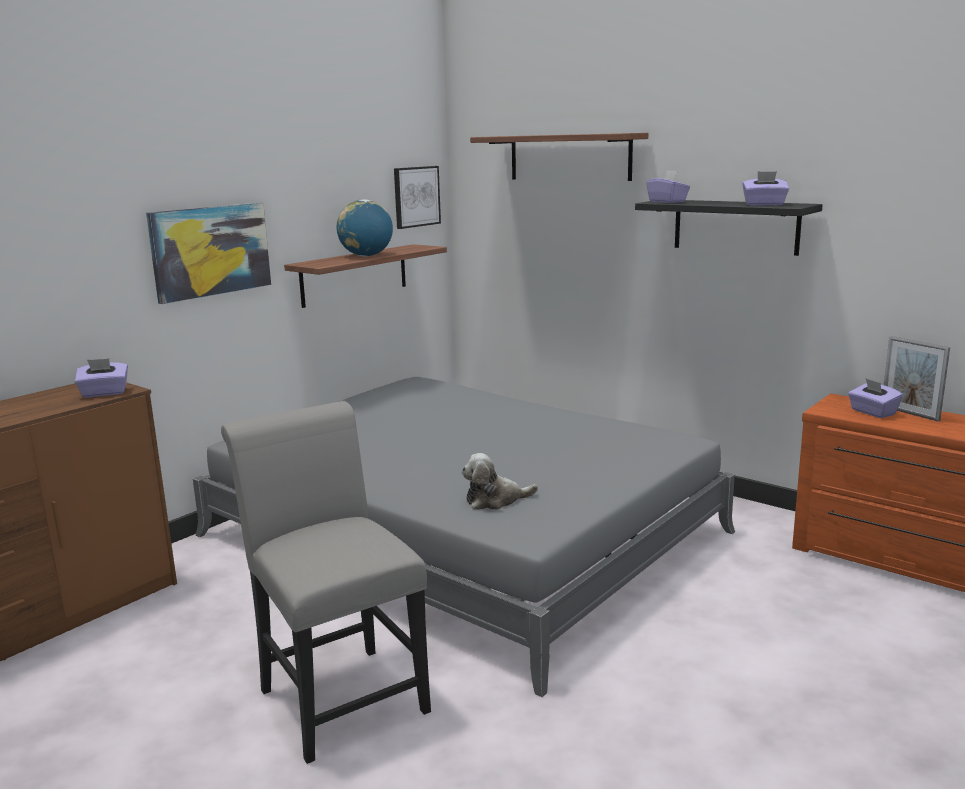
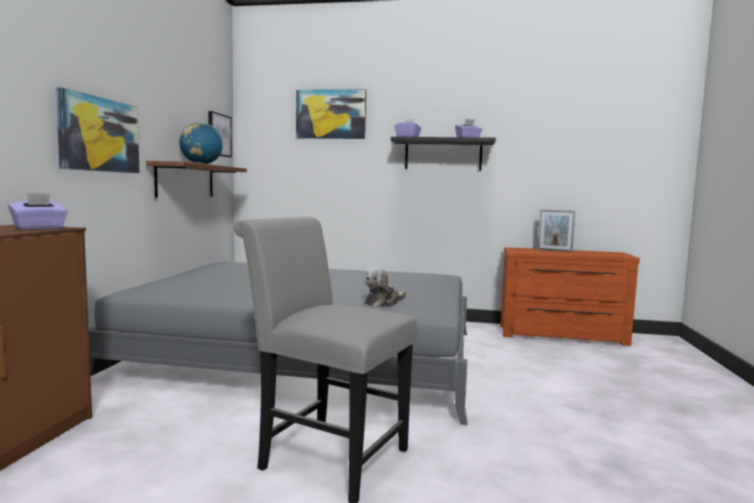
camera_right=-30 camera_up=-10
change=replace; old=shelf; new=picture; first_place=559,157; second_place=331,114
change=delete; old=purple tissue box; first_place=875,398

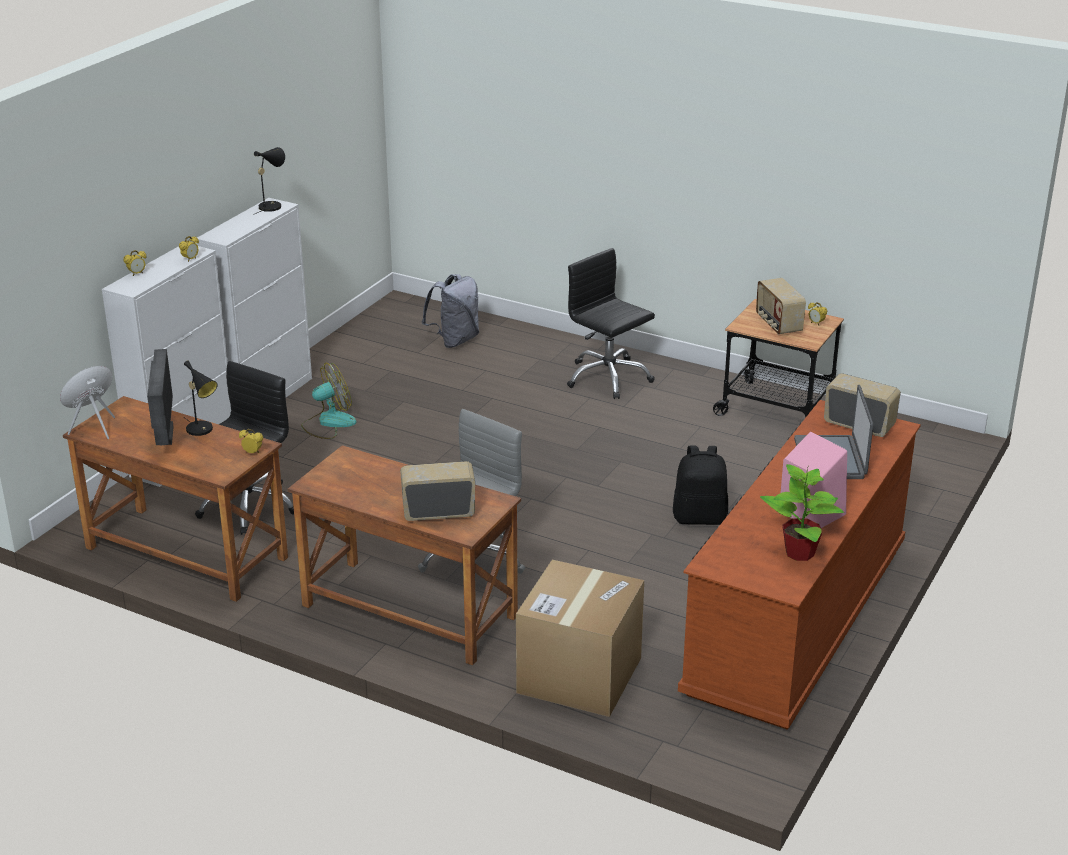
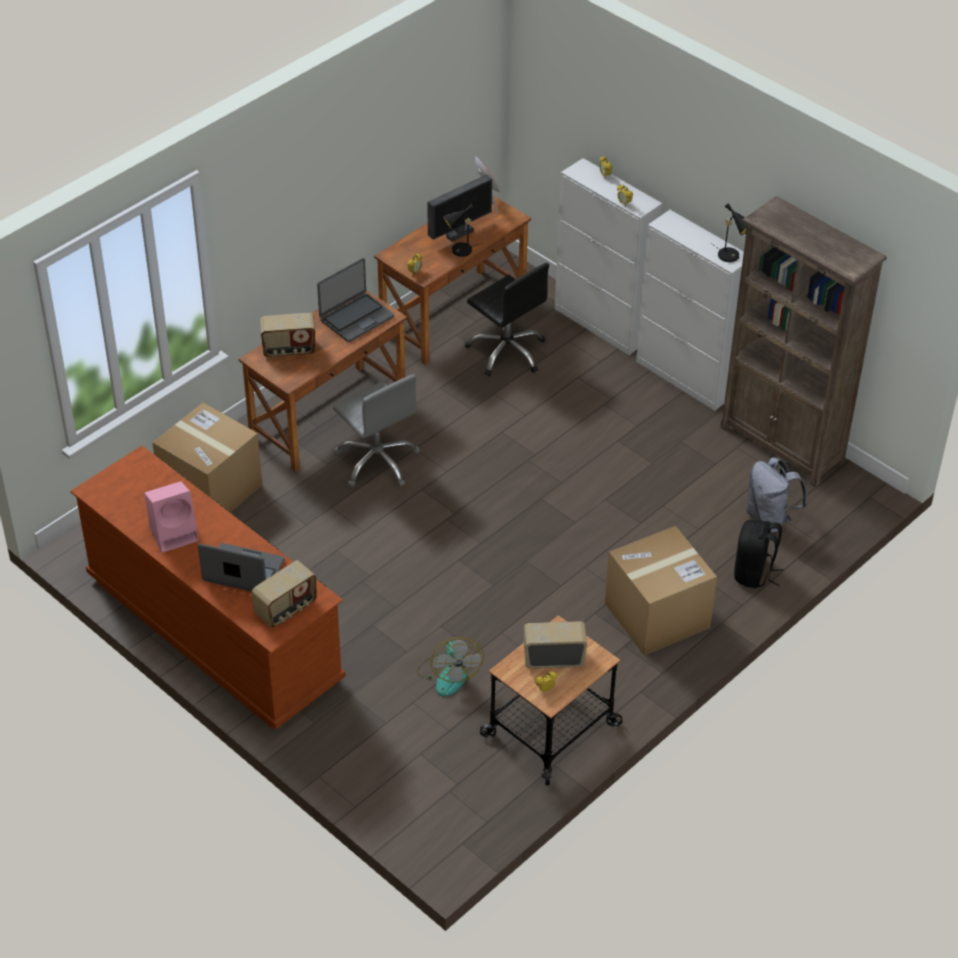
camera_right=105 camera_up=15
change=replace; old=black office chair; new=cardboard box; first_place=611,323; second_place=661,590
change=rotate; old=monitor; first_place=160,397; second_place=459,208; degrees=-45
change=move; old=fan; first_place=329,401; second_place=450,666
change=move; old=black backpack; first_place=700,485; second_place=759,554
change=rotate; old=radio; first_place=437,491; second_place=288,335; degrees=75
change=delete; old=potted plant; first_place=802,512
change=insert; new=brown bookcase; second_place=803,341
change=insert; new=laptop; second_place=355,300

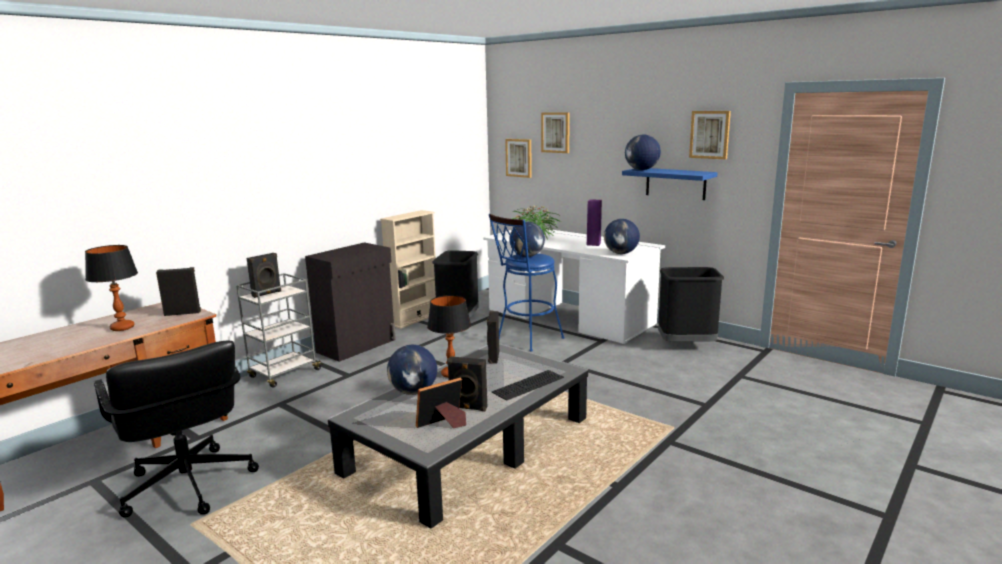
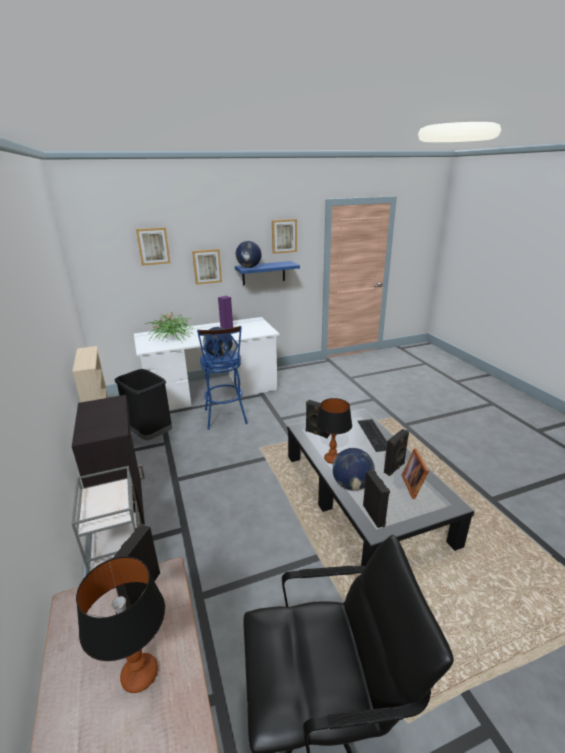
camera_right=-60 camera_up=10
change=move; old=picture; first_place=518,158; second_place=207,267
change=delete; old=globe; first_place=622,236
change=move; old=black speaker; first_place=264,275; second_place=376,498
change=delete; old=black trash can; first_place=691,304

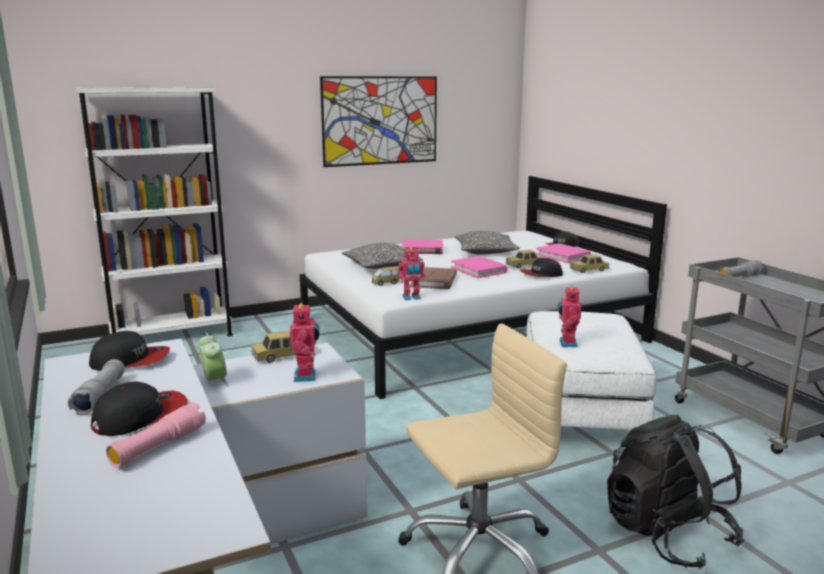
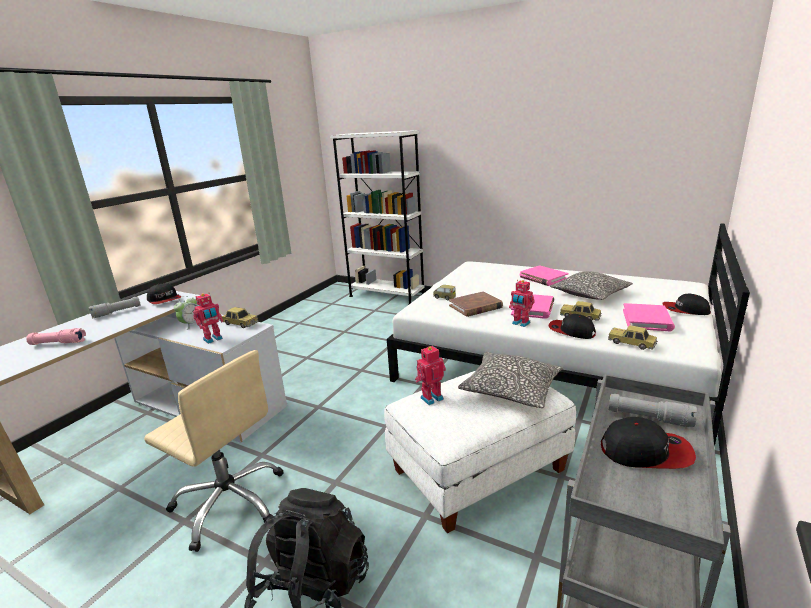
camera_right=55 camera_up=5
change=delete; old=picture; first_place=378,121
change=move; old=pillow; first_place=382,256; second_place=510,380
change=move; old=toy robot; first_place=411,274; second_place=522,303
change=move; old=cap; first_place=139,408; second_place=648,443

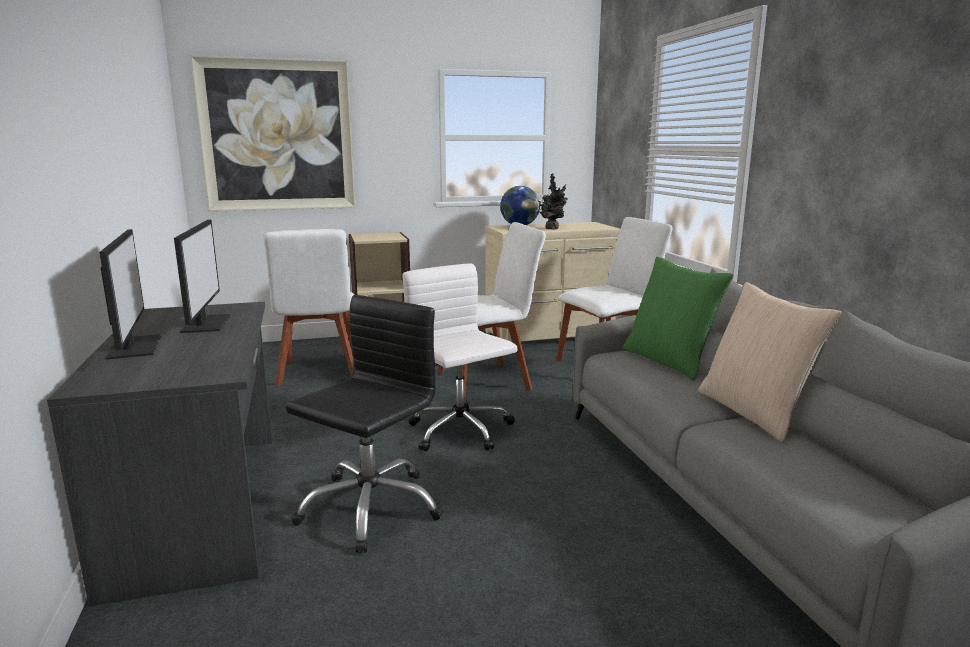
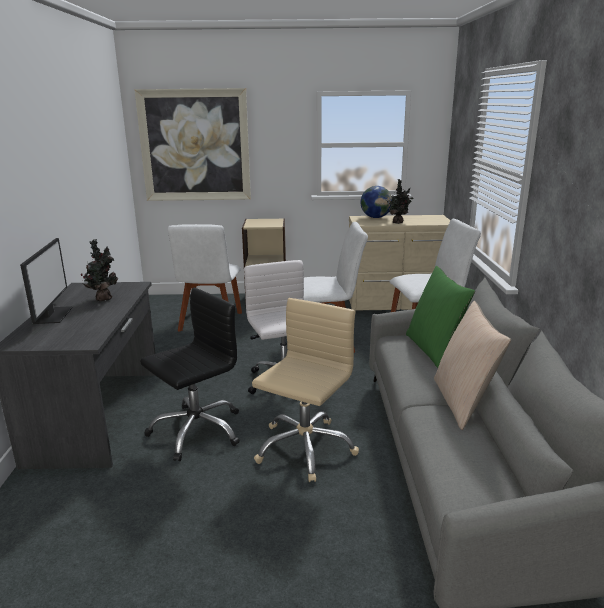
camera_right=15 camera_up=5
change=replace; old=monitor; new=potted plant; first_place=202,276; second_place=99,270
change=insert; new=beige office chair; second_place=305,390

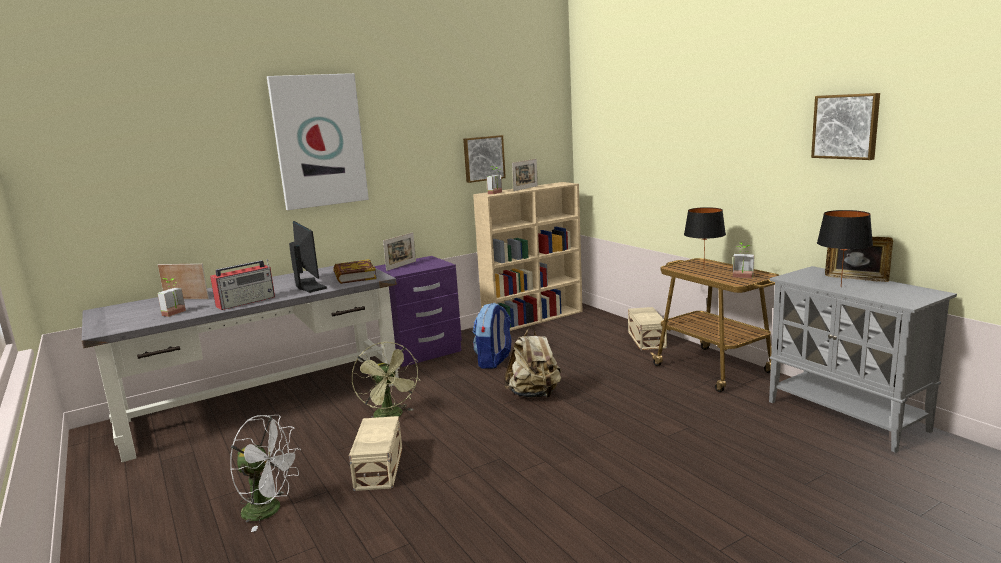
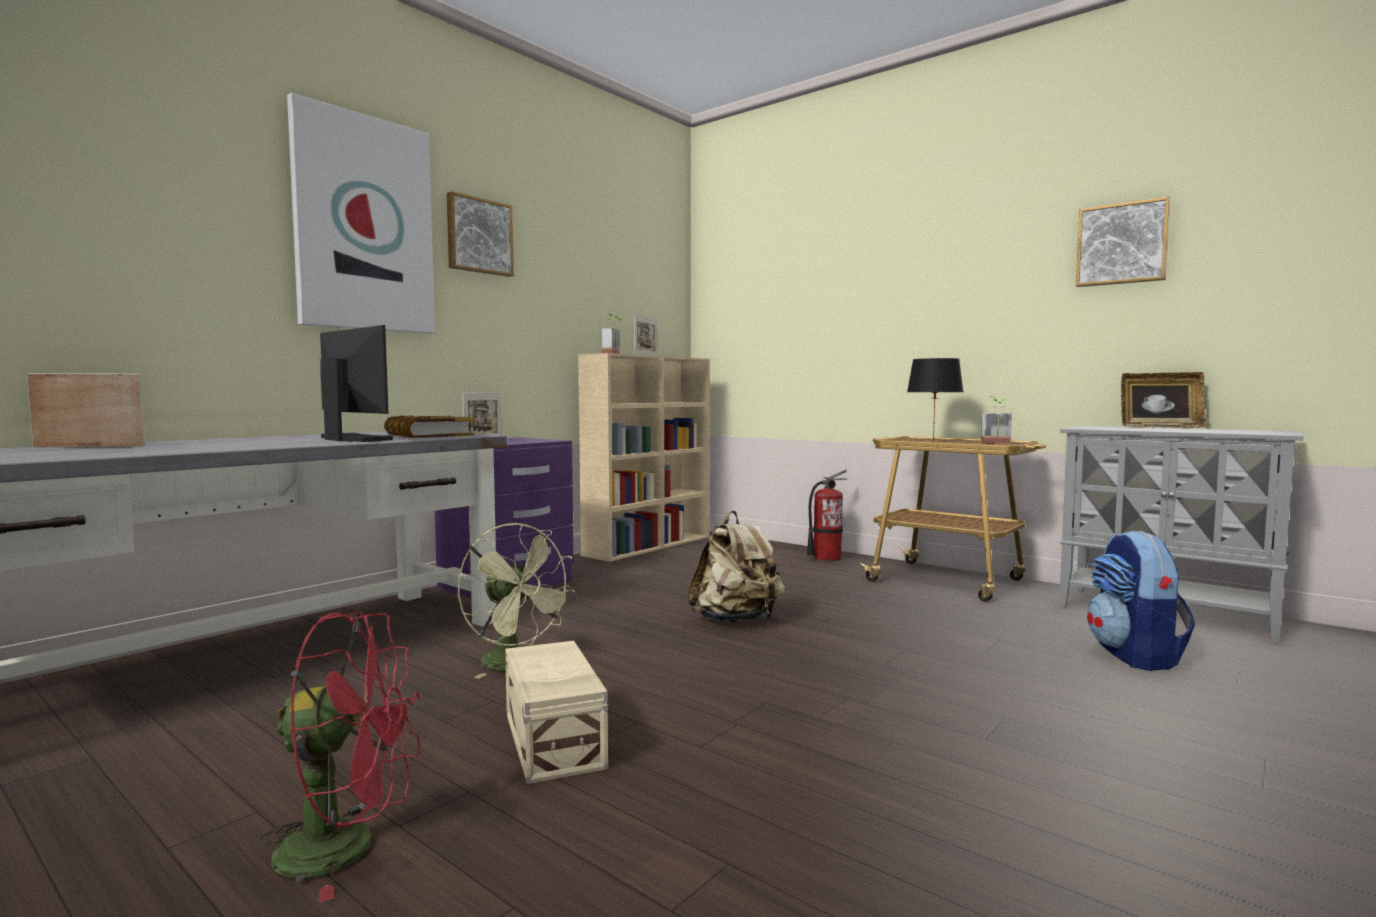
camera_right=-20 camera_up=-10
change=move; old=picture; first_place=484,159; second_place=480,234
change=delete; old=black table lamp; first_place=845,248
change=delete; old=radio; first_place=242,284
change=delete; old=potted plant; first_place=171,297
change=move; old=backpack; first_place=492,336; second_place=1141,601
change=replace; old=beige storage box; new=fire extinguisher; first_place=647,328; second_place=827,515
change=recolor; old=white fan; new=red fan; first_place=265,473; second_place=339,757

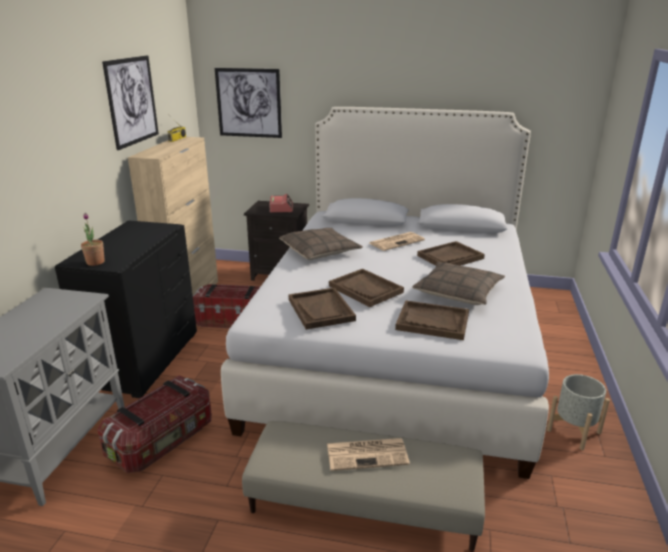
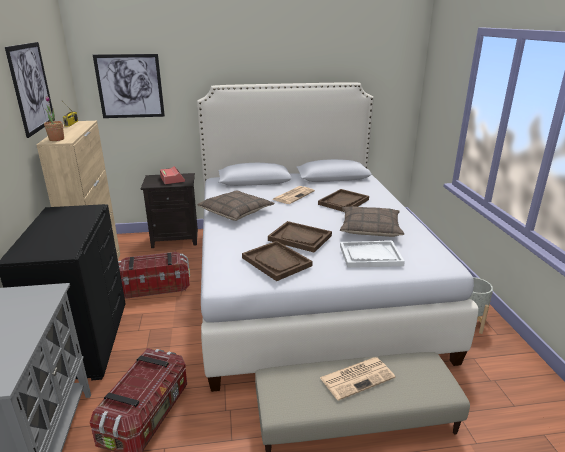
camera_right=-20 camera_up=0
change=move; old=potted plant; first_place=93,239; second_place=54,118
change=recolor; old=brown tray; new=white tray; first_place=432,320; second_place=372,254

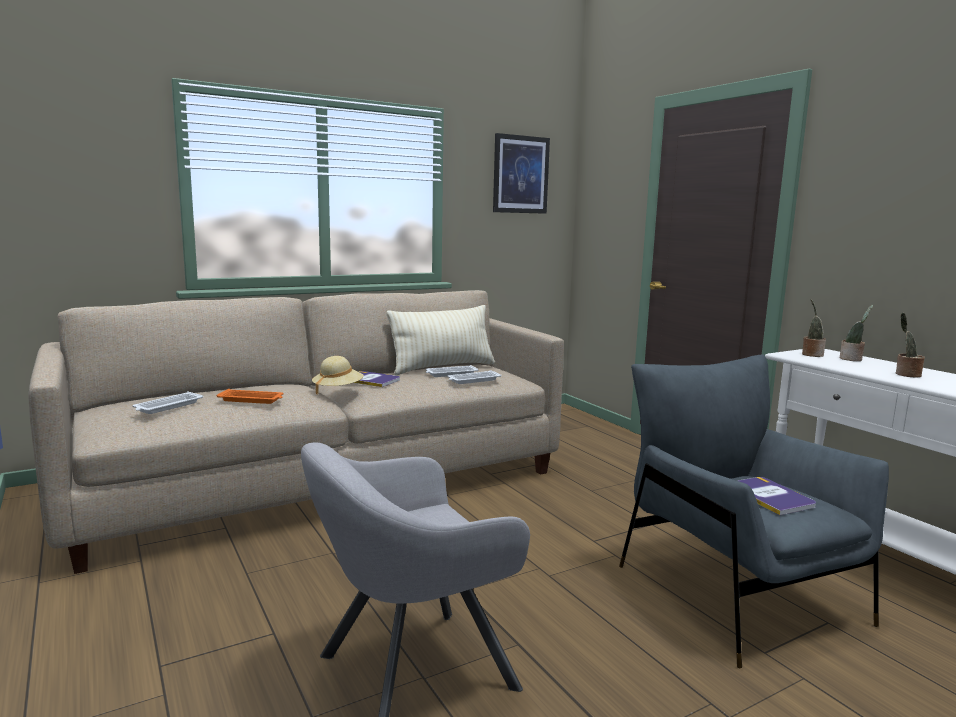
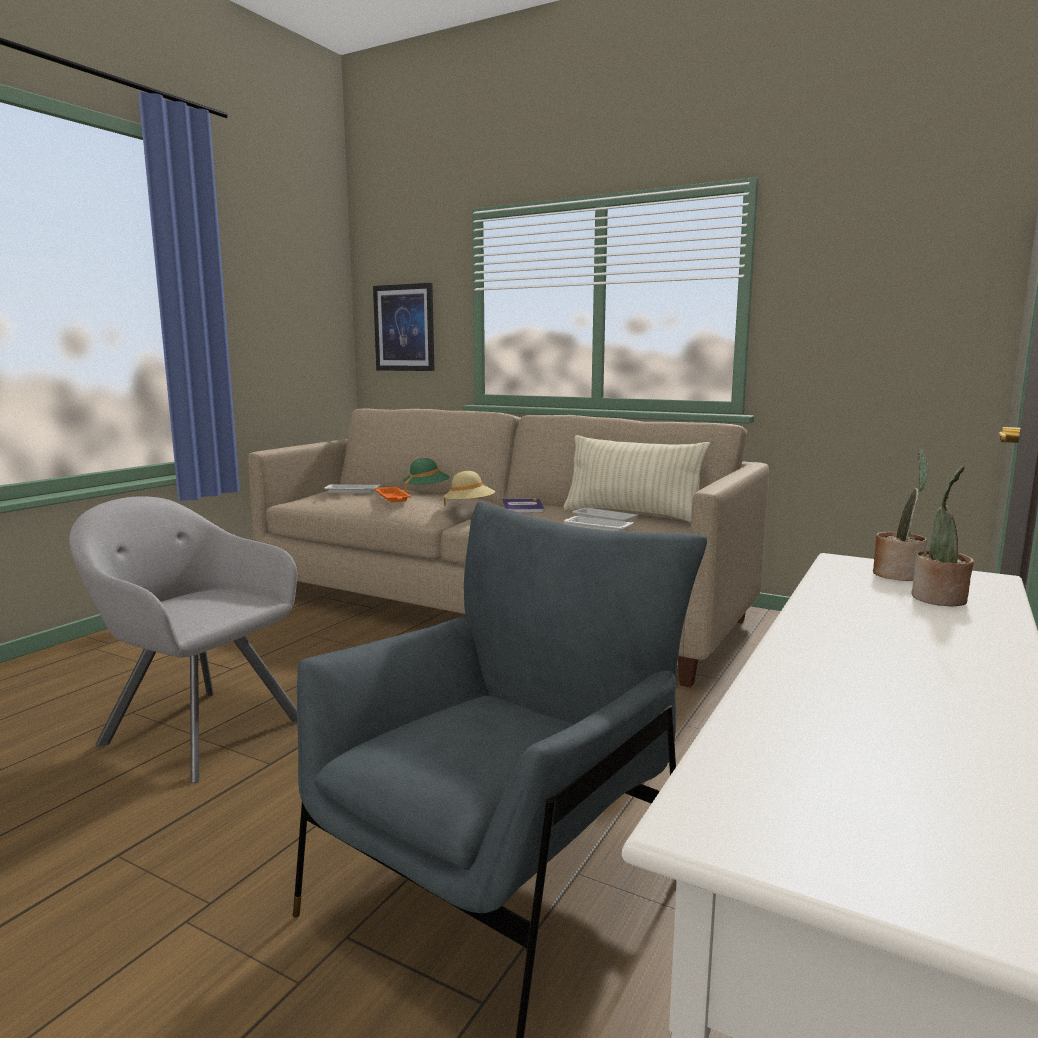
camera_right=60 camera_up=0
change=move; old=picture; first_place=521,173; second_place=403,327
change=delete; old=potted plant; first_place=910,345
change=delete; old=book; first_place=777,496
change=insert; new=green hat; second_place=426,475

